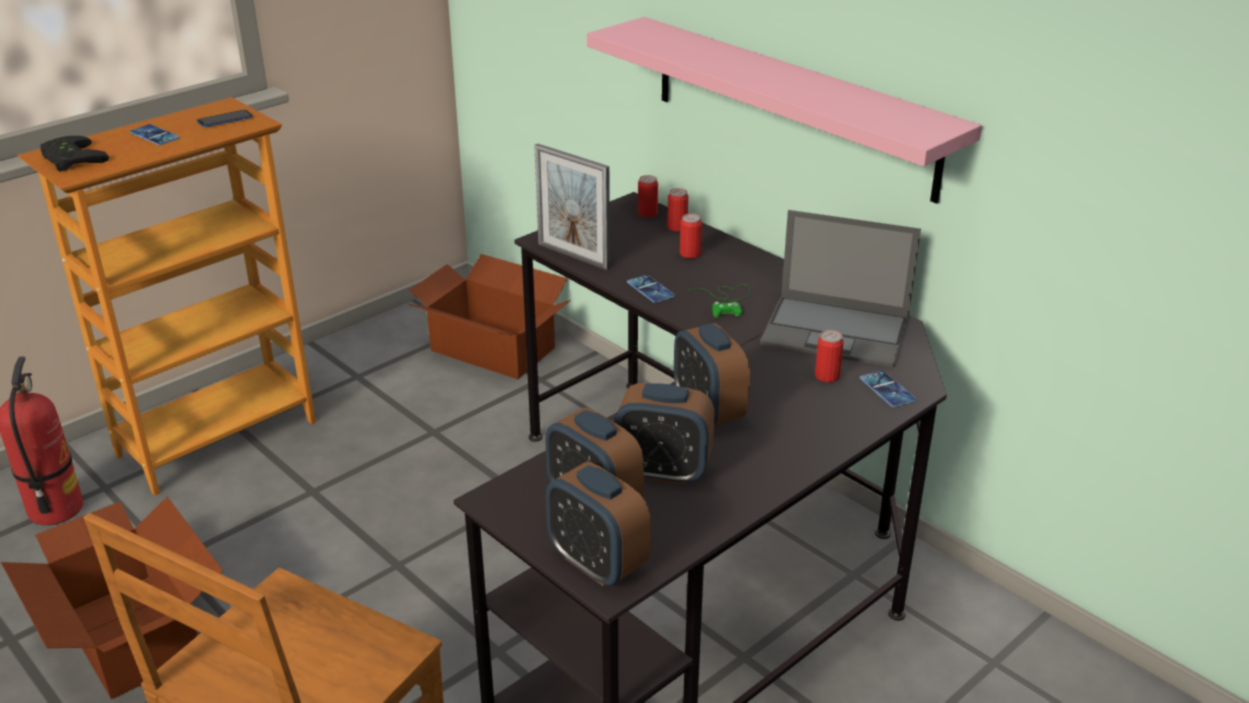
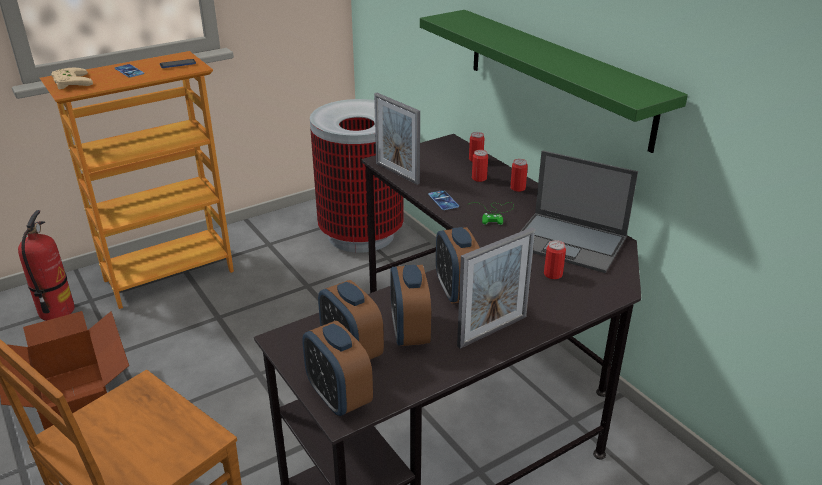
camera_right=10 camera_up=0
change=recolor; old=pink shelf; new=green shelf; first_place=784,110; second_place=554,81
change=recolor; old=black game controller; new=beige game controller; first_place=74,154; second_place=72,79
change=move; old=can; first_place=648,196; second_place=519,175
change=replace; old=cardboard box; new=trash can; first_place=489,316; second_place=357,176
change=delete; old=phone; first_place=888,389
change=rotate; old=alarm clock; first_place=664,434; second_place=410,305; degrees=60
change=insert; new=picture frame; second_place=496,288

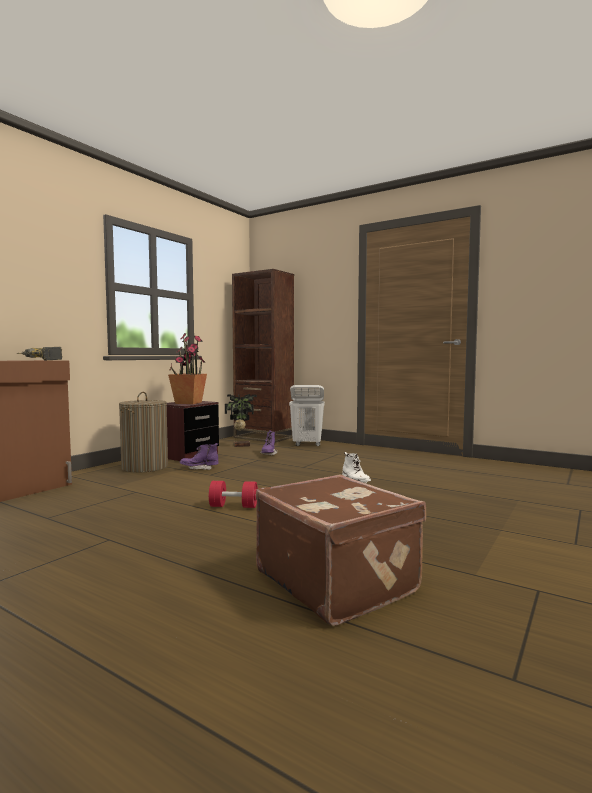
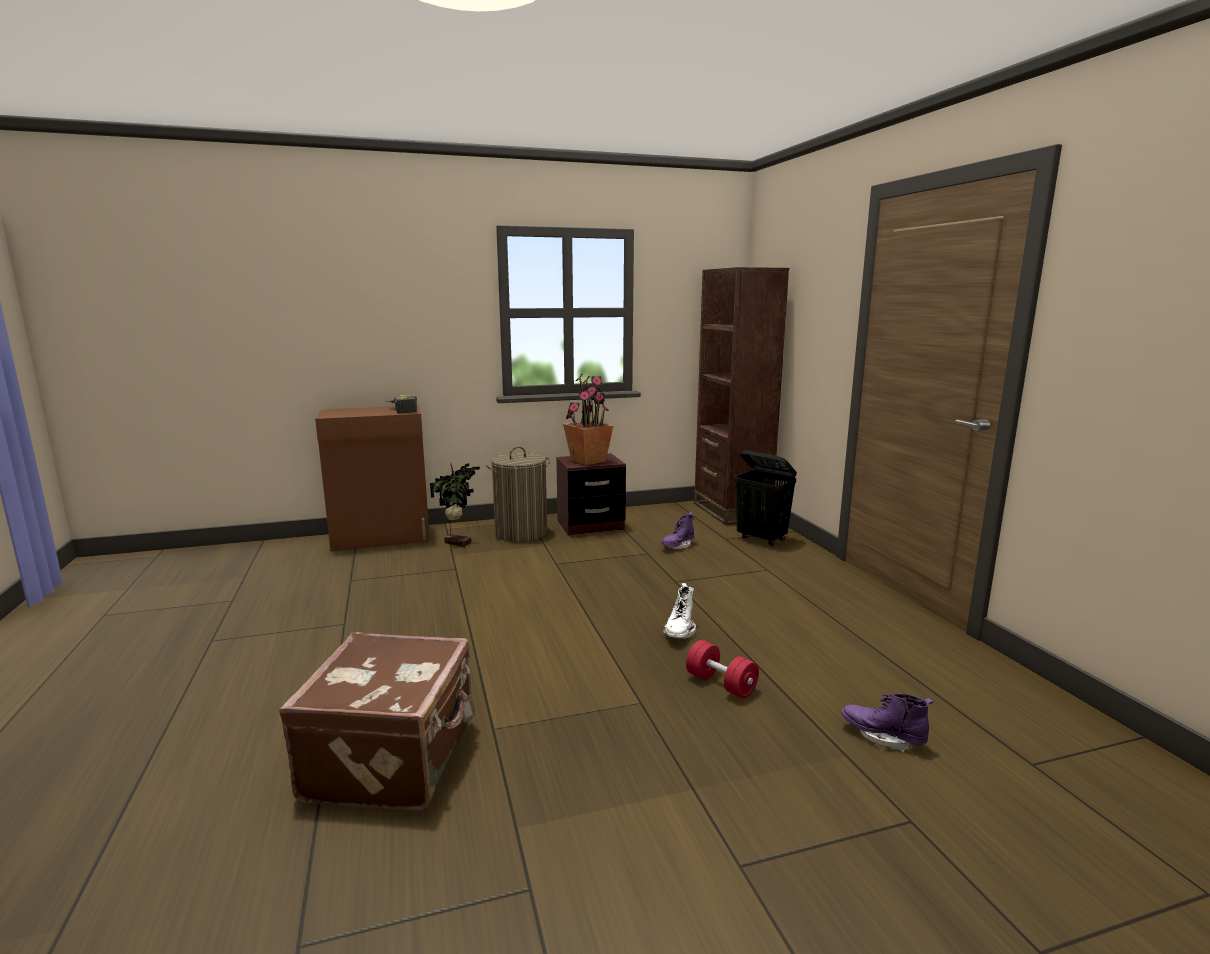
camera_right=40 camera_up=10
change=recolor; old=white laundry basket; new=black laundry basket; first_place=306,415; second_place=765,498
change=move; old=potted plant; first_place=241,420; second_place=455,505
change=move; old=purple boot; first_place=199,456; second_place=887,722
change=move; old=red dumbbell; first_place=233,494; second_place=722,669

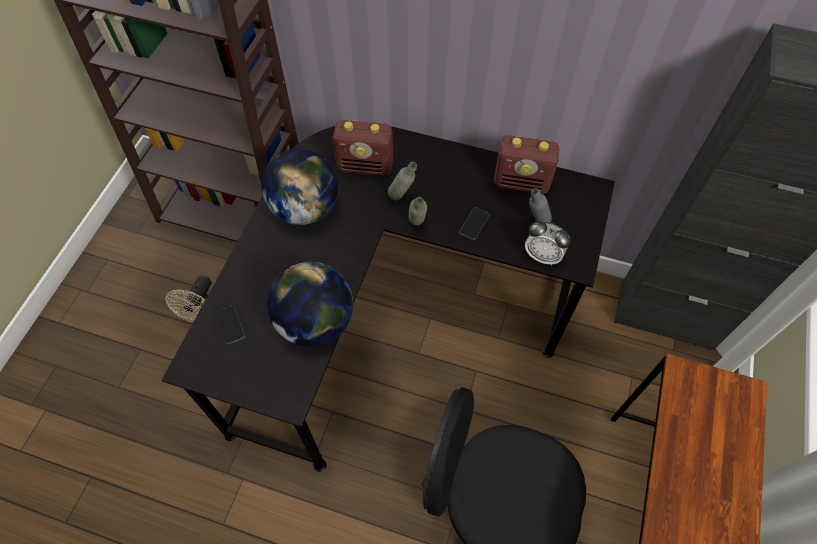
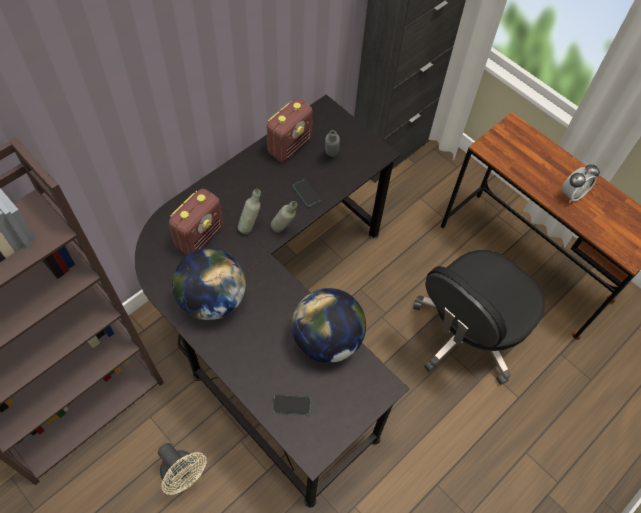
camera_right=-65 camera_up=0
change=move; old=alarm clock; first_place=548,243; second_place=580,183

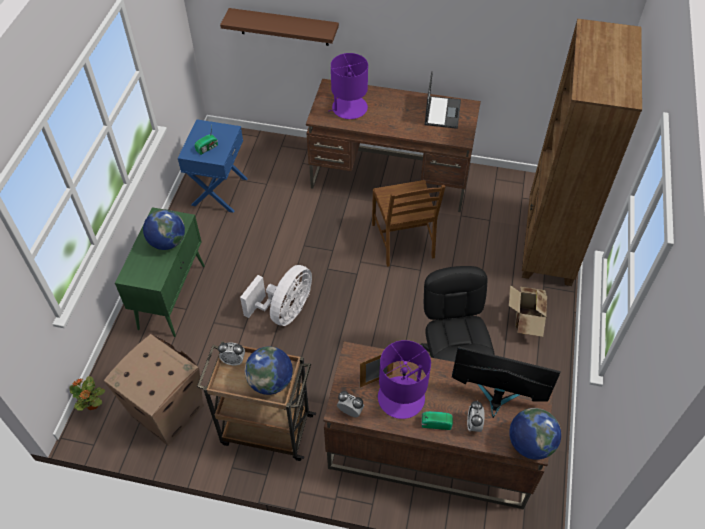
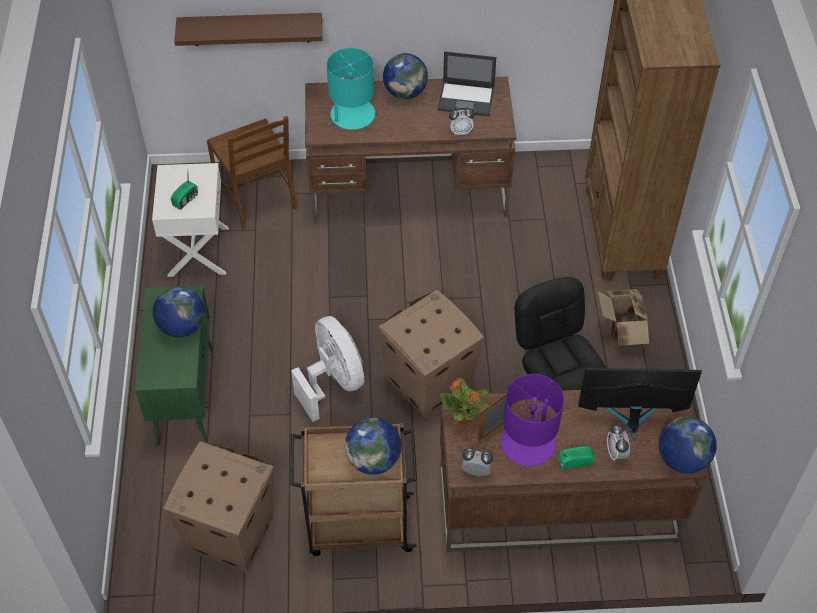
camera_right=-15 camera_up=0
change=recolor; old=purple table lamp; new=turquoise table lamp; first_place=348,86; second_place=351,89
change=rotate; old=laptop; first_place=442,100; second_place=467,83; degrees=105
change=recolor; old=blue nightstand; new=white nightstand; first_place=213,166; second_place=190,220
change=move; old=brown chair; first_place=408,223; second_place=252,172
change=rotate; old=white fan; first_place=276,295; second_place=327,369; degrees=-45
change=move; old=alarm clock; first_place=231,353; second_place=461,121
change=move; old=potted plant; first_place=87,393; second_place=464,401
change=insert; new=globe; second_place=405,76
change=insert; new=cardboard box; second_place=431,354

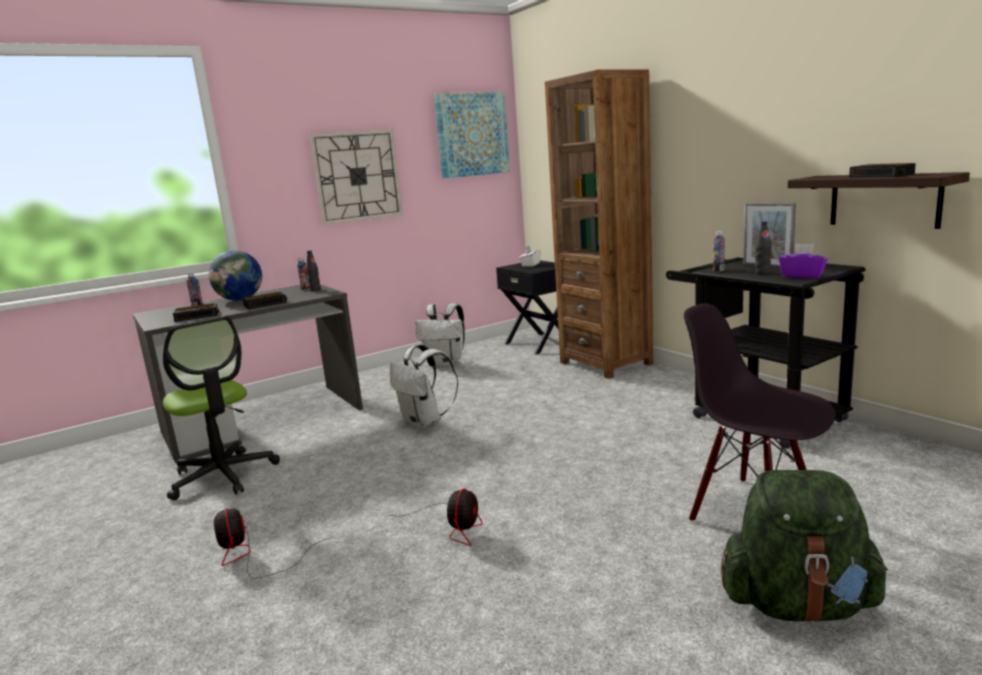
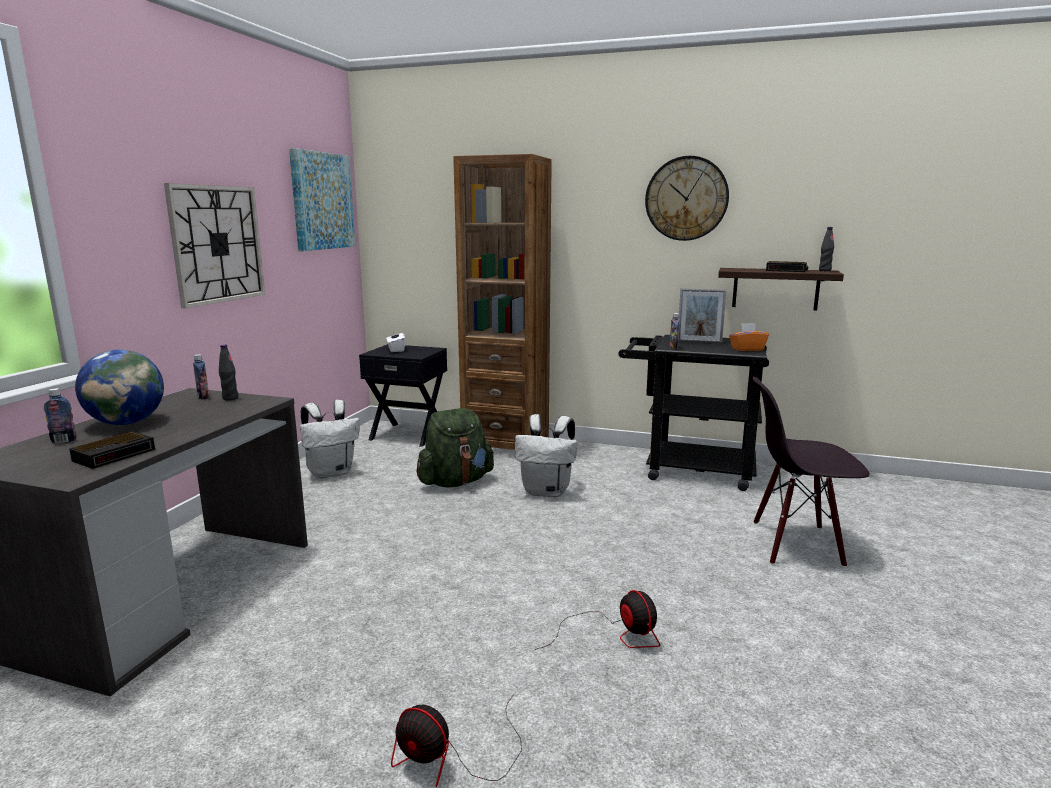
camera_right=-40 camera_up=0
change=move; old=black bottle; first_place=763,247; second_place=826,249
change=recolor; old=purple tissue box; new=orange tissue box; first_place=803,261; second_place=749,337
change=delete; old=alarm clock; first_place=264,300
change=delete; old=office chair; first_place=221,408
change=move; old=white backpack; first_place=424,386; second_place=546,455
change=move; old=green backpack; first_place=804,546; second_place=455,447
change=insert; new=wall clock; second_place=687,198

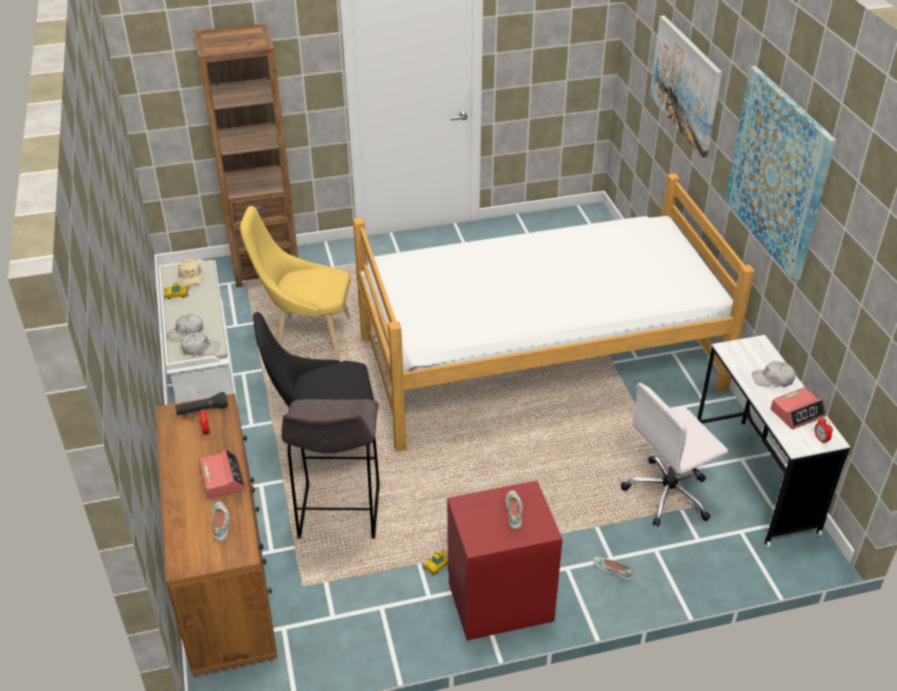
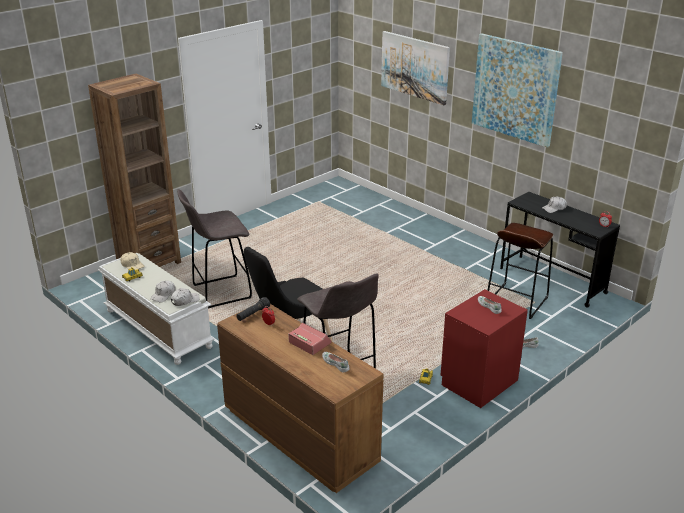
camera_right=-30 camera_up=-10
change=delete; old=bed; first_place=554,312
change=replace; old=yellow chair; new=grey stool; first_place=295,283; second_place=214,248
change=recolor; old=white desk; new=black desk; first_place=773,441; second_place=560,250
change=replace; old=white office chair; new=brown stool; first_place=674,455; second_place=520,271
change=delete; old=alarm clock; first_place=798,408

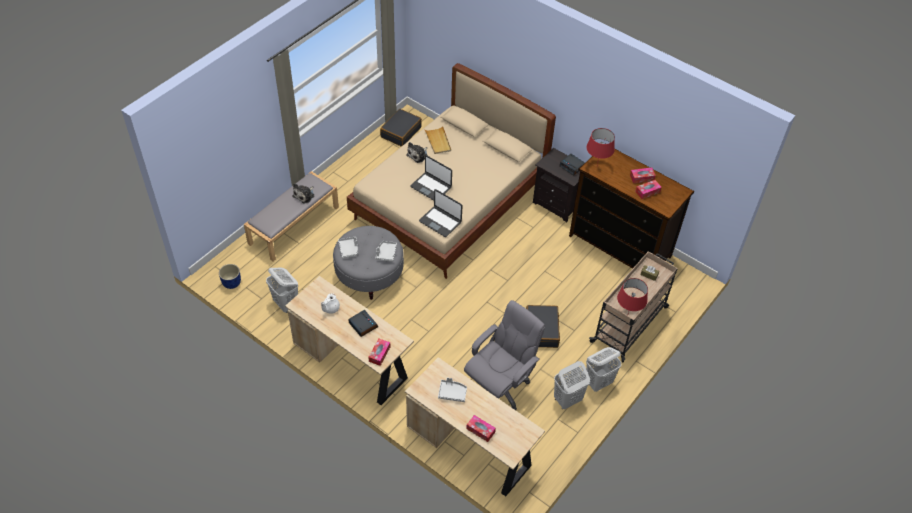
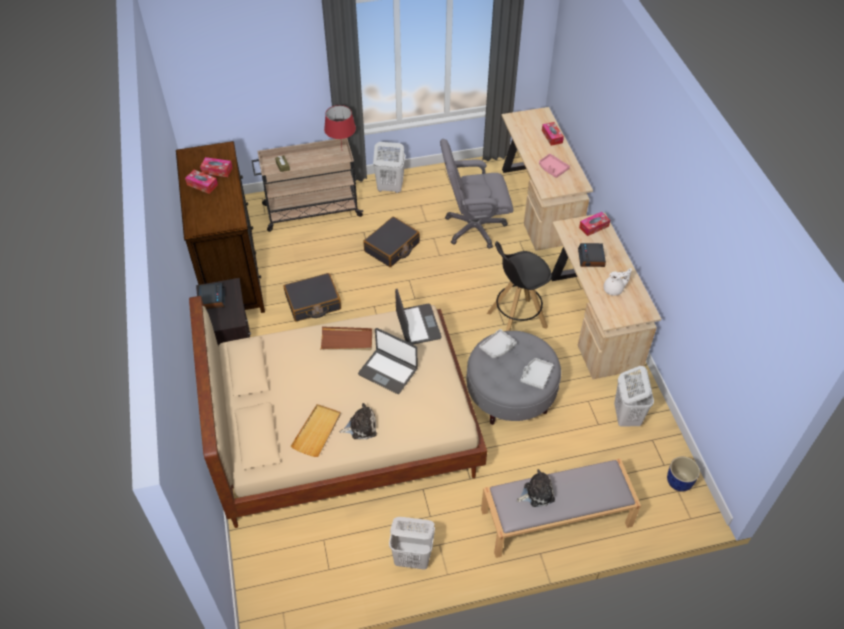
camera_right=-140 camera_up=0
change=move; old=black suitcase; first_place=401,128; second_place=312,297
change=delete; old=red table lamp; first_place=600,146
change=rotate; old=laptop; first_place=431,177; second_place=388,361; degrees=135
change=move; old=white laundry basket; first_place=572,385; second_place=412,543
change=recolor; old=grey tray; new=pink tray; first_place=452,389; second_place=554,166
change=insert; new=black stool; second_place=519,286
change=insert; new=brown tray; second_place=346,338

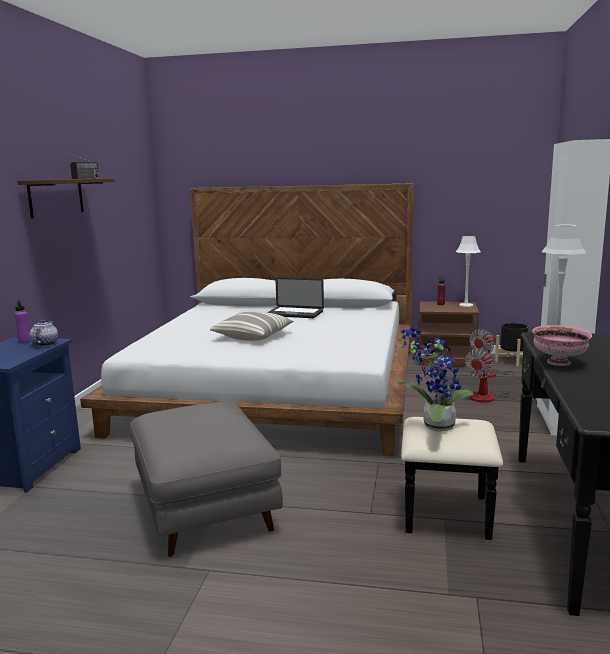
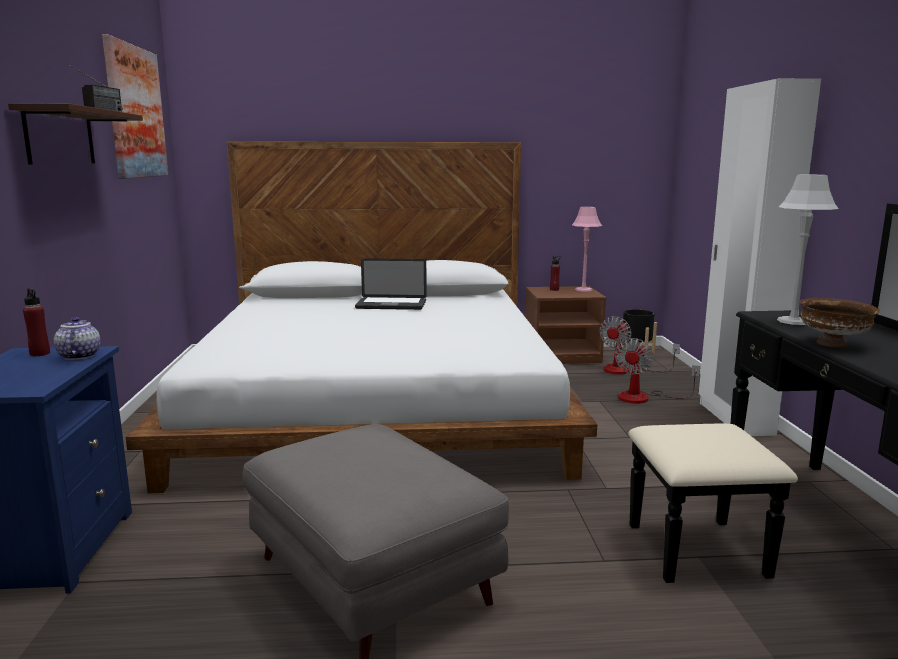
camera_right=-15 camera_up=0
change=recolor; old=white table lamp; new=pink table lamp; first_place=468,271; second_place=587,249
change=recolor; old=purple bottle; new=red bottle; first_place=23,321; second_place=36,322
change=delete; old=pillow; first_place=252,326
change=recolor; old=pink bowl; new=brown bowl; first_place=562,345; second_place=840,323
change=delete; old=potted plant; first_place=434,379
change=insert; new=picture; second_place=135,106

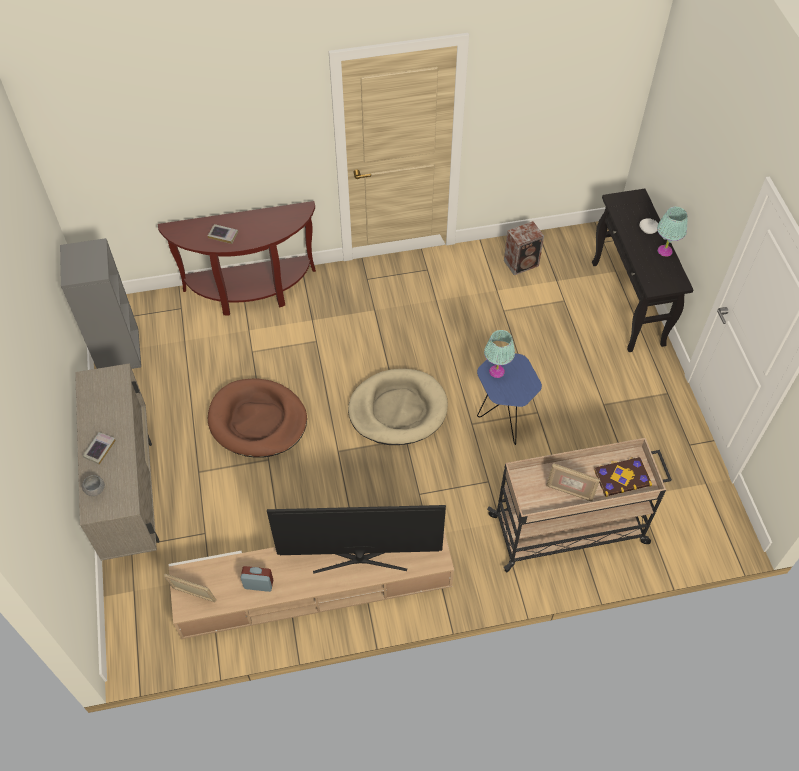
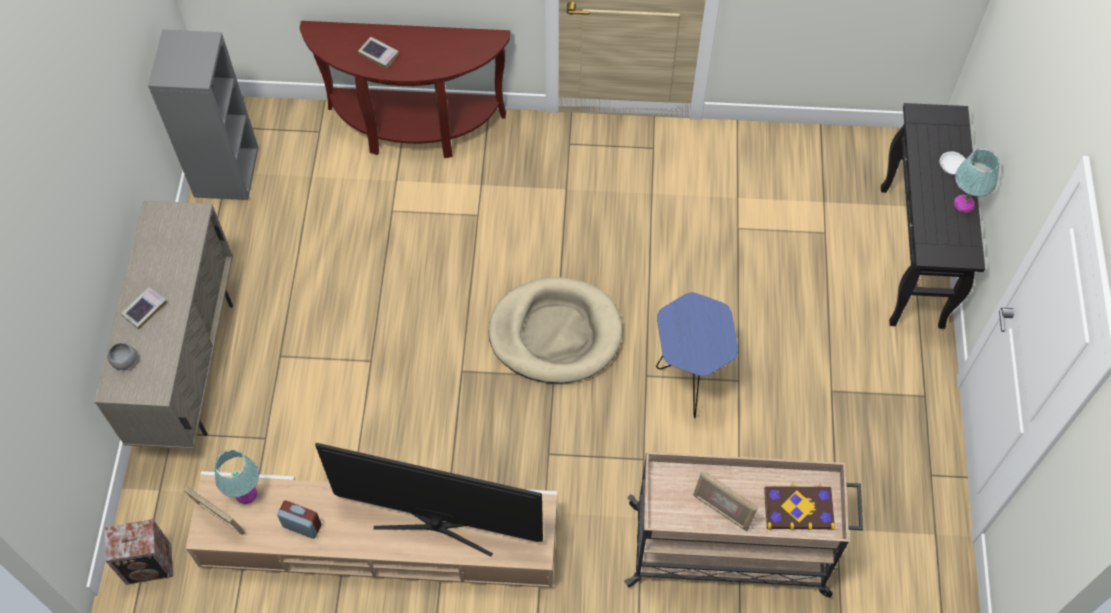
camera_right=15 camera_up=5
change=move; old=speaker; first_place=524,248; second_place=139,552
change=move; old=turquoise table lamp; first_place=499,354; second_place=237,477
change=delete; old=brown dog bed; first_place=257,417

